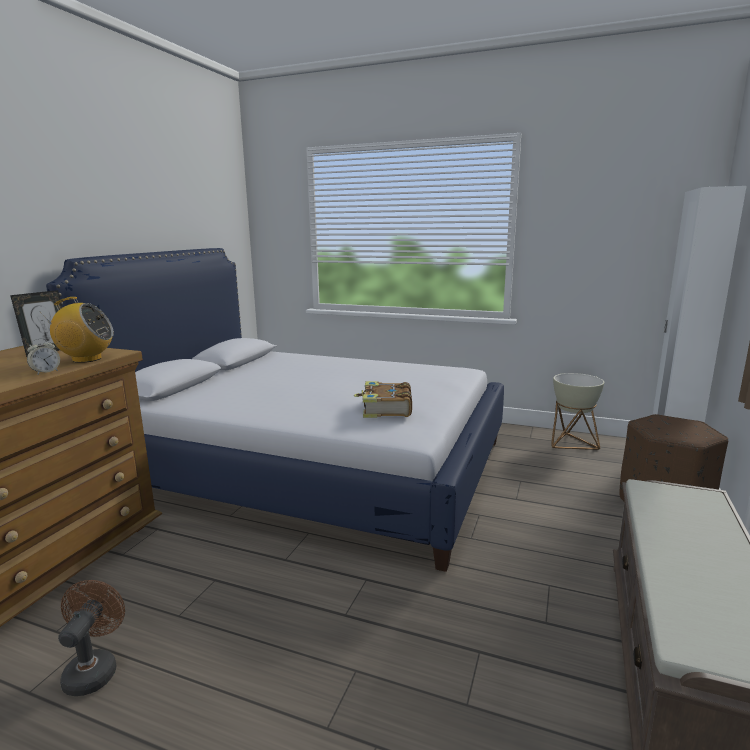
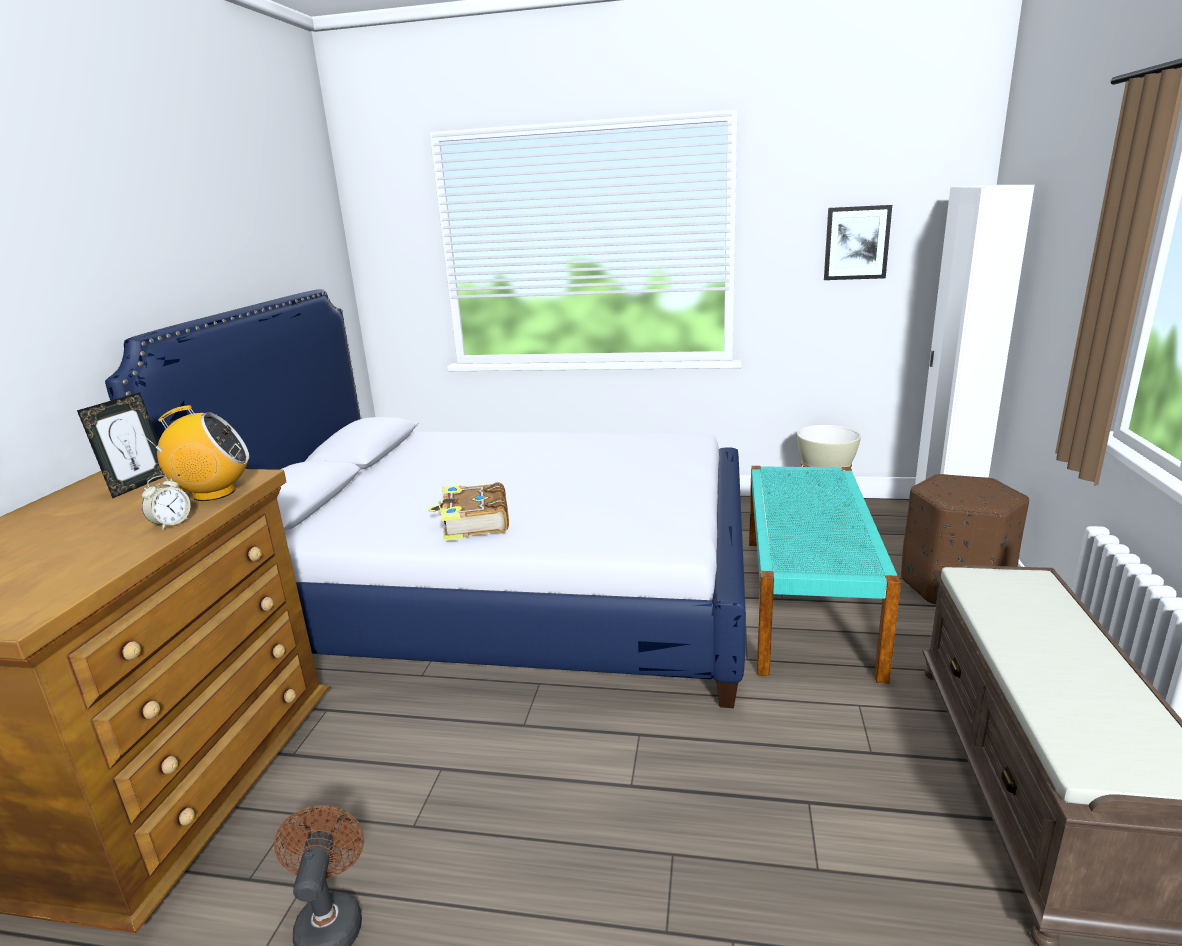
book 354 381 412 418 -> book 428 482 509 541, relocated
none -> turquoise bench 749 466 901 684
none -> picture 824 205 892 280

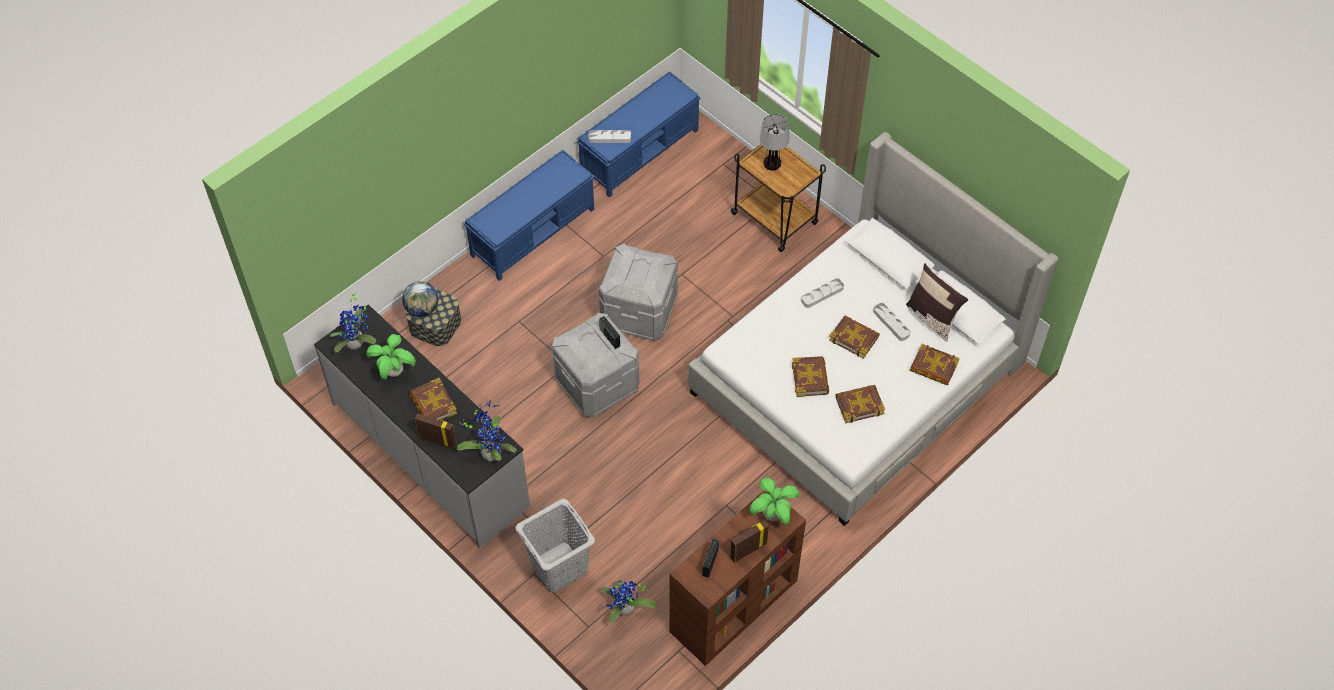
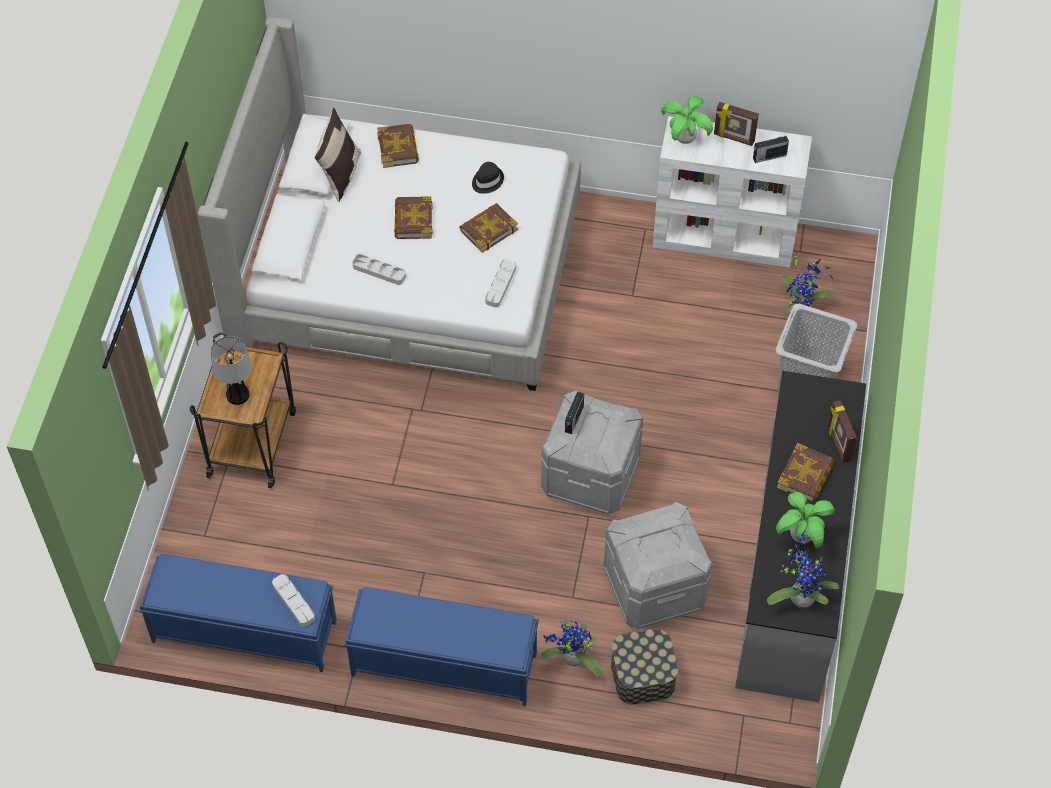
book 836 385 885 423 -> black hat 472 162 504 194
grey tray 873 303 910 341 -> grey tray 485 259 516 307, relocated
potted plant 457 400 517 462 -> potted plant 541 620 602 676, relocated
grey storage box 599 244 678 341 -> grey storage box 604 502 712 629, relocated
brown bookcase 669 490 806 666 -> white bookcase 653 116 812 268
globe 402 281 438 317 -> none

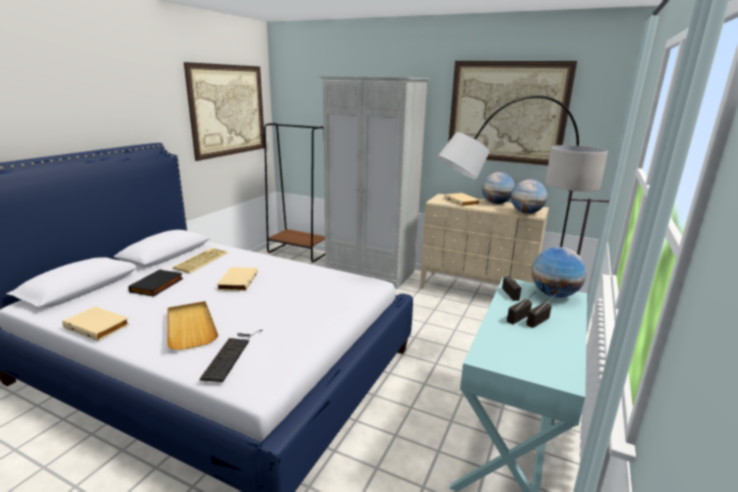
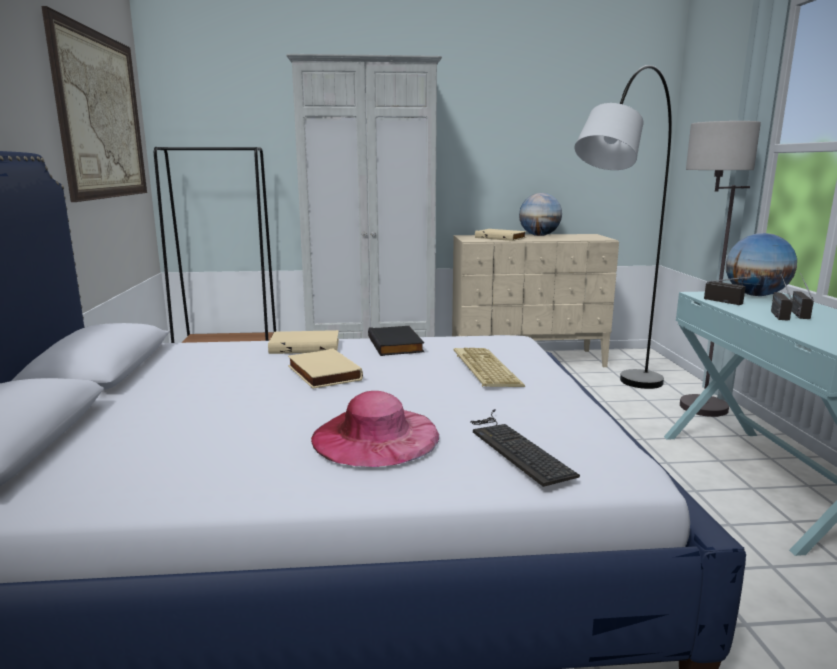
beige book 62 306 130 341 -> beige book 268 330 339 354, relocated
beige tray 167 301 218 350 -> pink hat 311 391 439 467
black book 128 269 183 297 -> black book 368 326 424 356, relocated
keyboard 172 248 228 274 -> keyboard 454 348 525 387, relocated
picture 448 61 577 166 -> none
globe 511 179 547 214 -> none

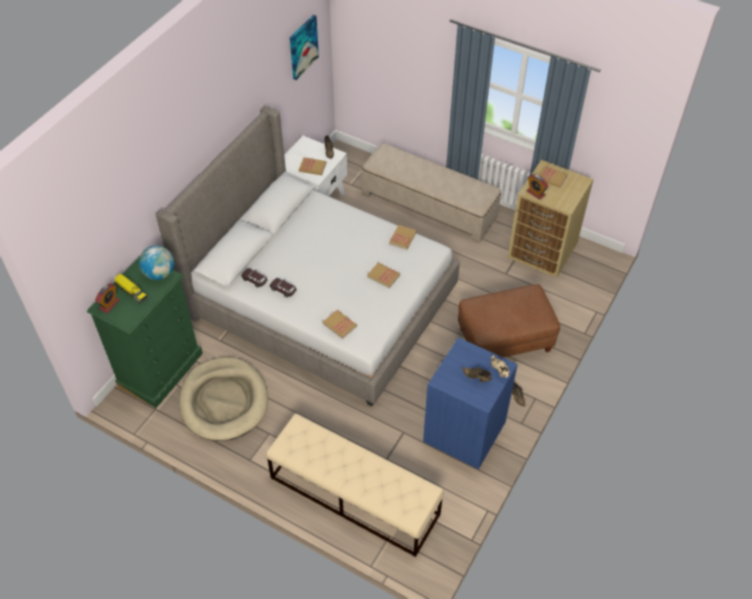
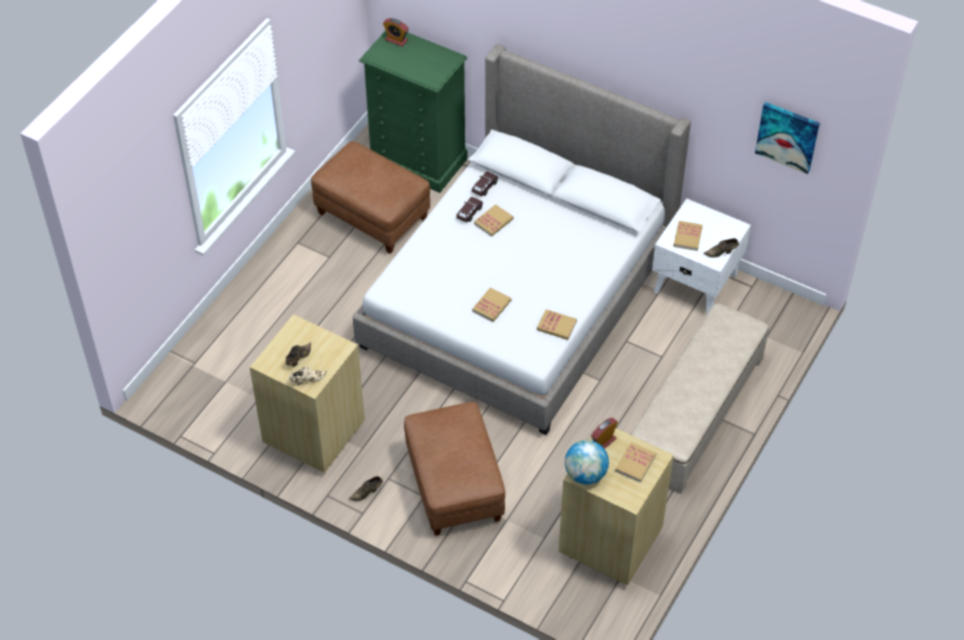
blue dresser 423 337 518 469 -> brown dresser 250 314 365 473
beige dog bed 179 357 268 441 -> brown ottoman 311 141 430 254
book 323 310 357 339 -> book 474 204 514 237, relocated
globe 139 245 174 280 -> globe 565 440 609 484, relocated
toy truck 115 274 148 304 -> none
beige bench 266 413 444 557 -> none

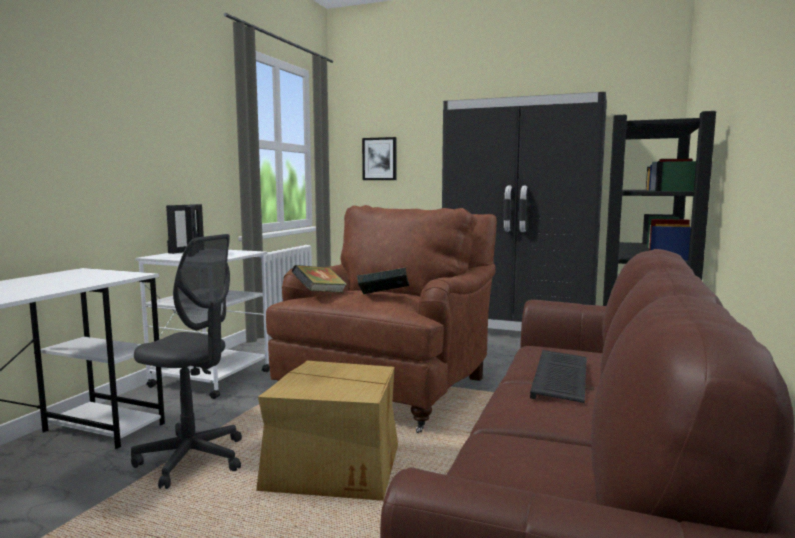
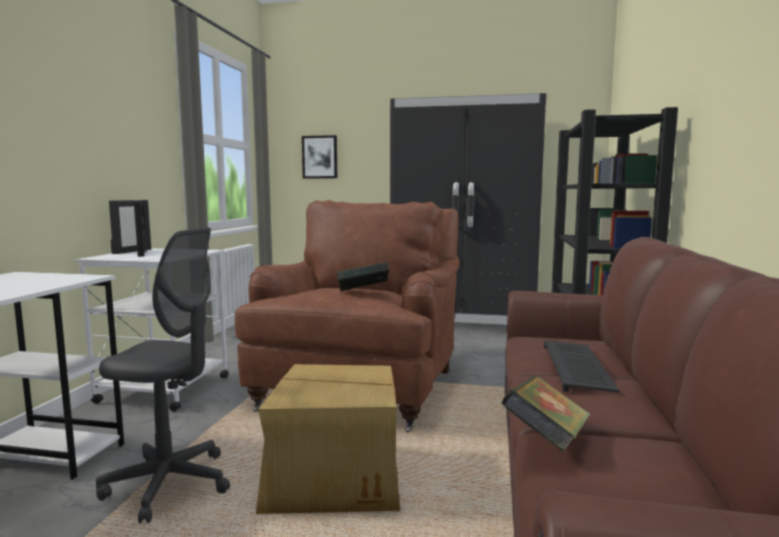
book 291 265 347 293 -> book 501 376 590 452, relocated

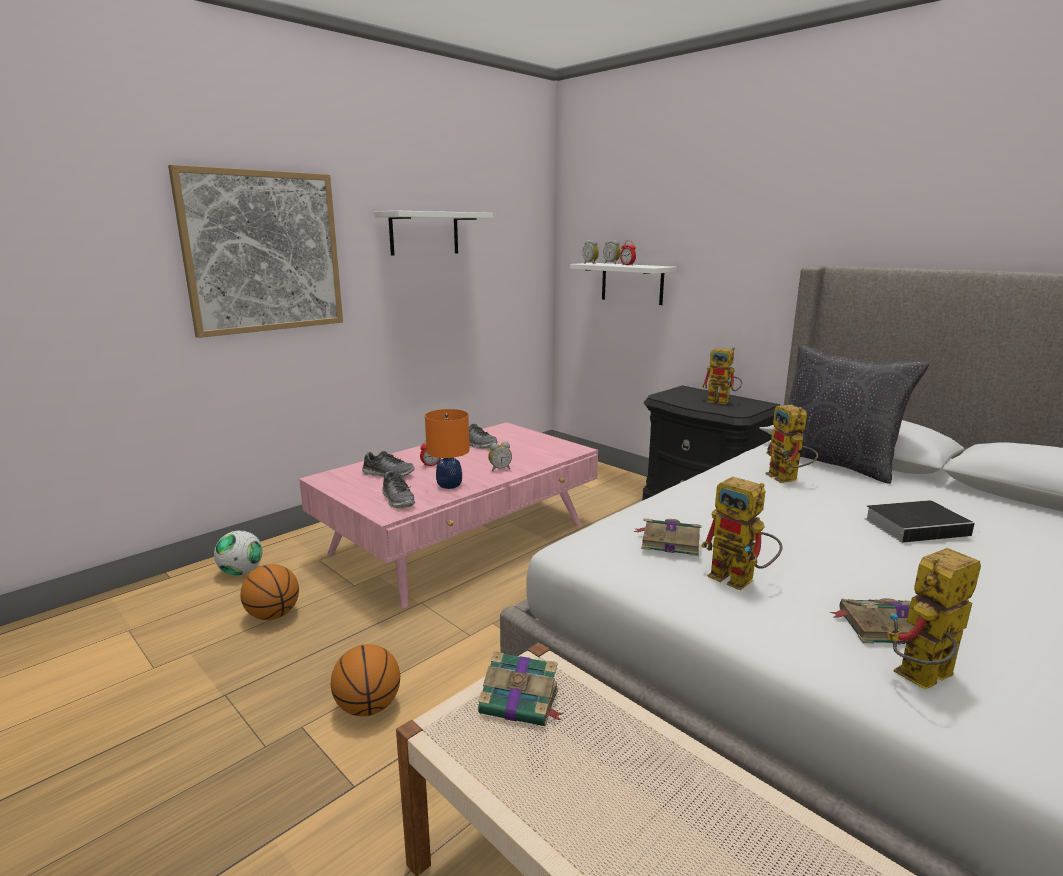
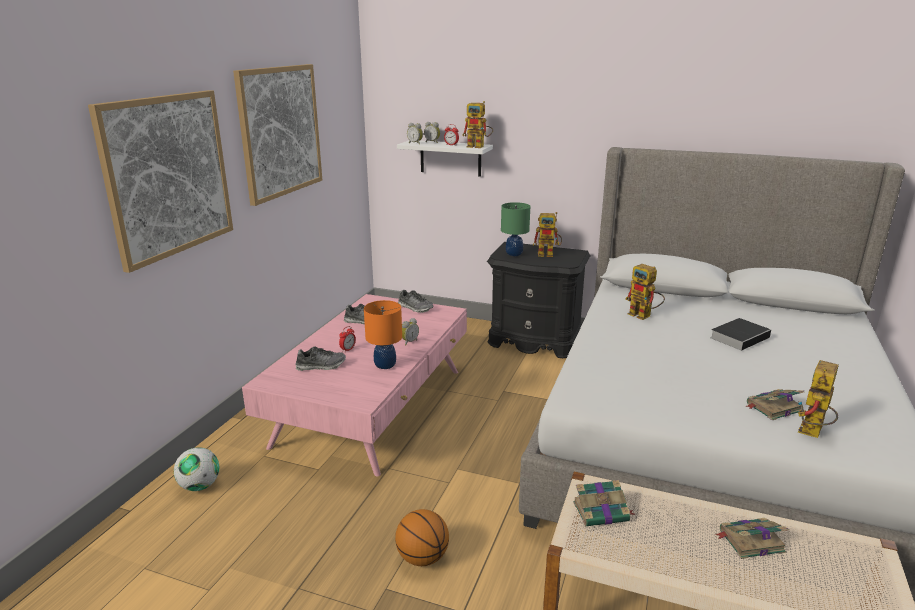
white shelf 374 211 493 256 -> picture 233 64 322 206
shoe 382 471 415 508 -> shoe 398 290 434 313, relocated
toy robot 701 476 782 590 -> toy robot 462 101 493 148, relocated
none -> green table lamp 501 202 530 256
book 634 518 702 556 -> book 715 518 789 559, relocated
basketball 240 564 299 620 -> none
black pillow 767 345 929 484 -> none

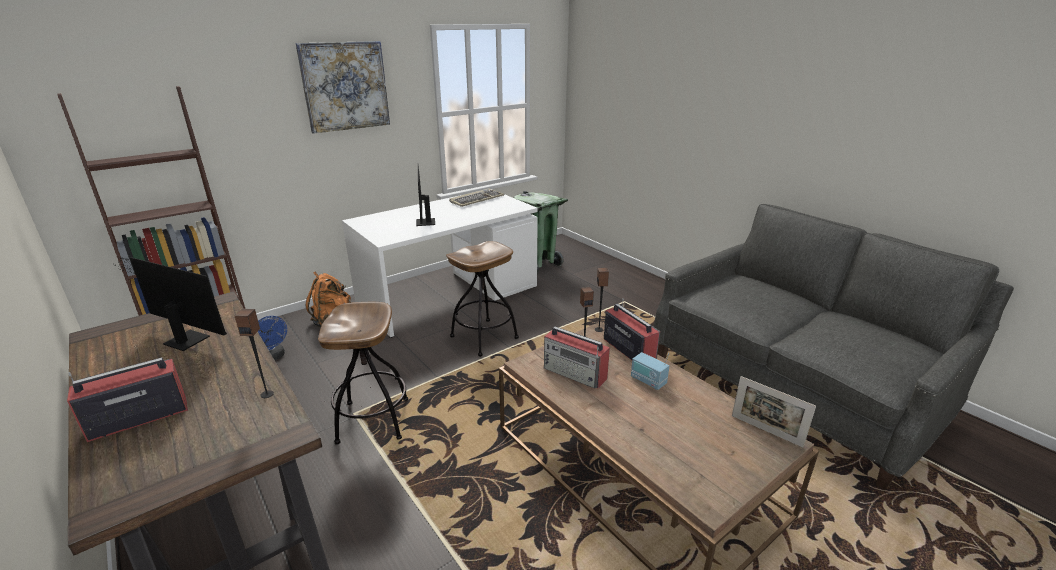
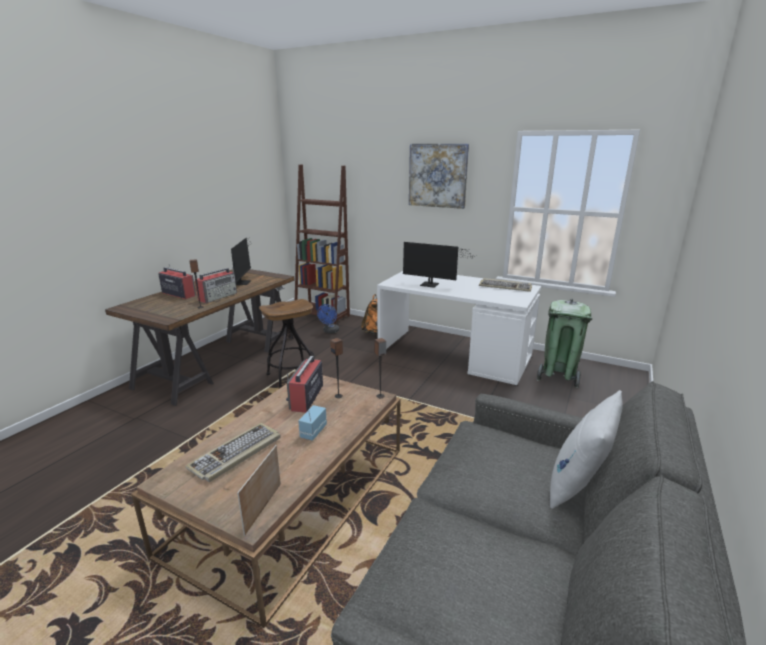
none -> keyboard 185 423 281 482
radio 604 298 660 360 -> radio 195 267 237 303, relocated
monitor 416 165 435 226 -> monitor 403 242 476 288, 120 degrees counterclockwise
none -> grey pillow 550 390 623 509
brown stool 446 241 519 357 -> none

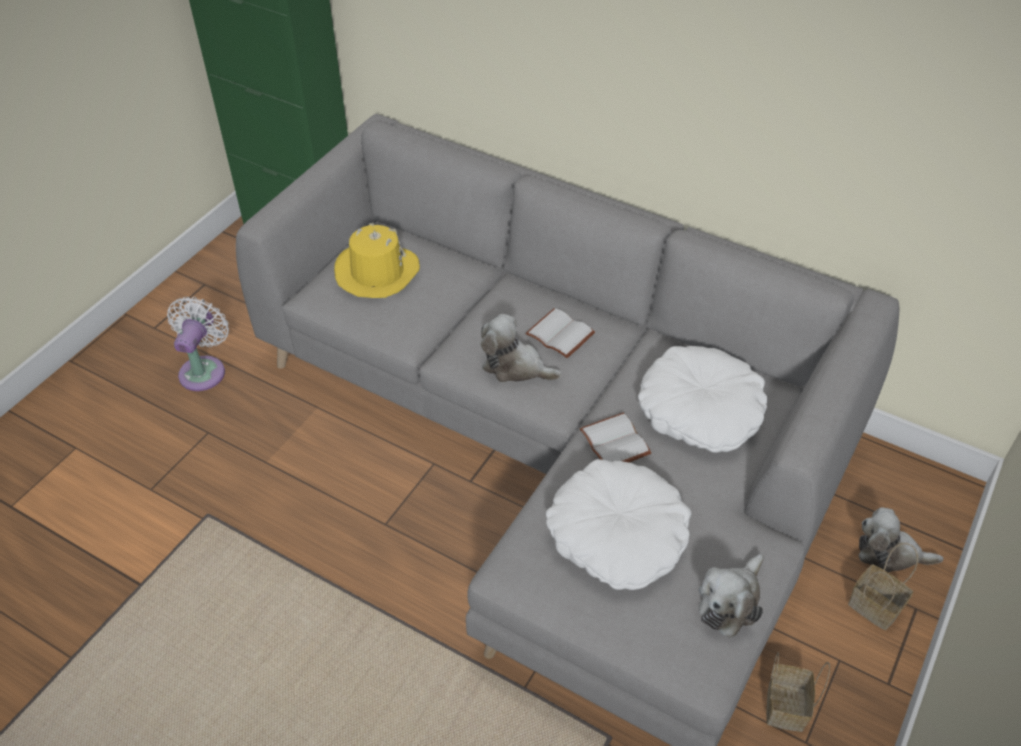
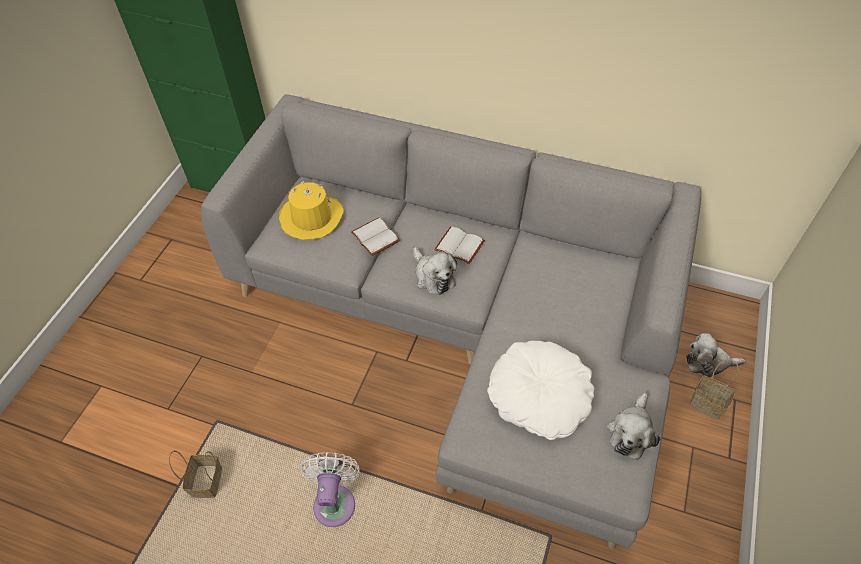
basket 766 652 830 732 -> basket 169 451 222 498, relocated
white fan 167 297 229 391 -> white fan 300 452 360 527, relocated
white book 580 412 651 462 -> white book 351 217 400 256, relocated
plush toy 481 314 562 382 -> plush toy 413 247 457 295, 135 degrees counterclockwise
white pillow 638 346 768 453 -> none

